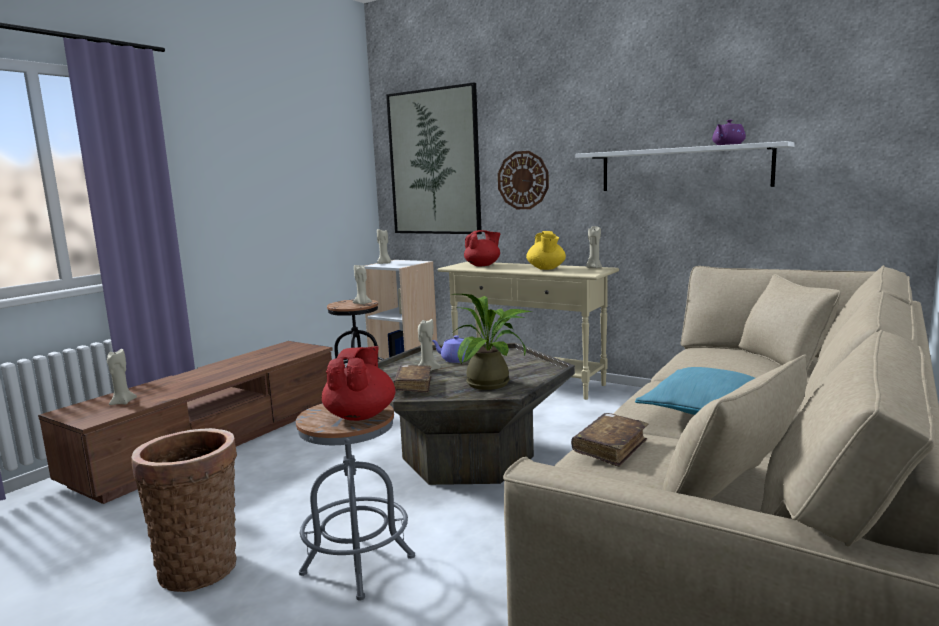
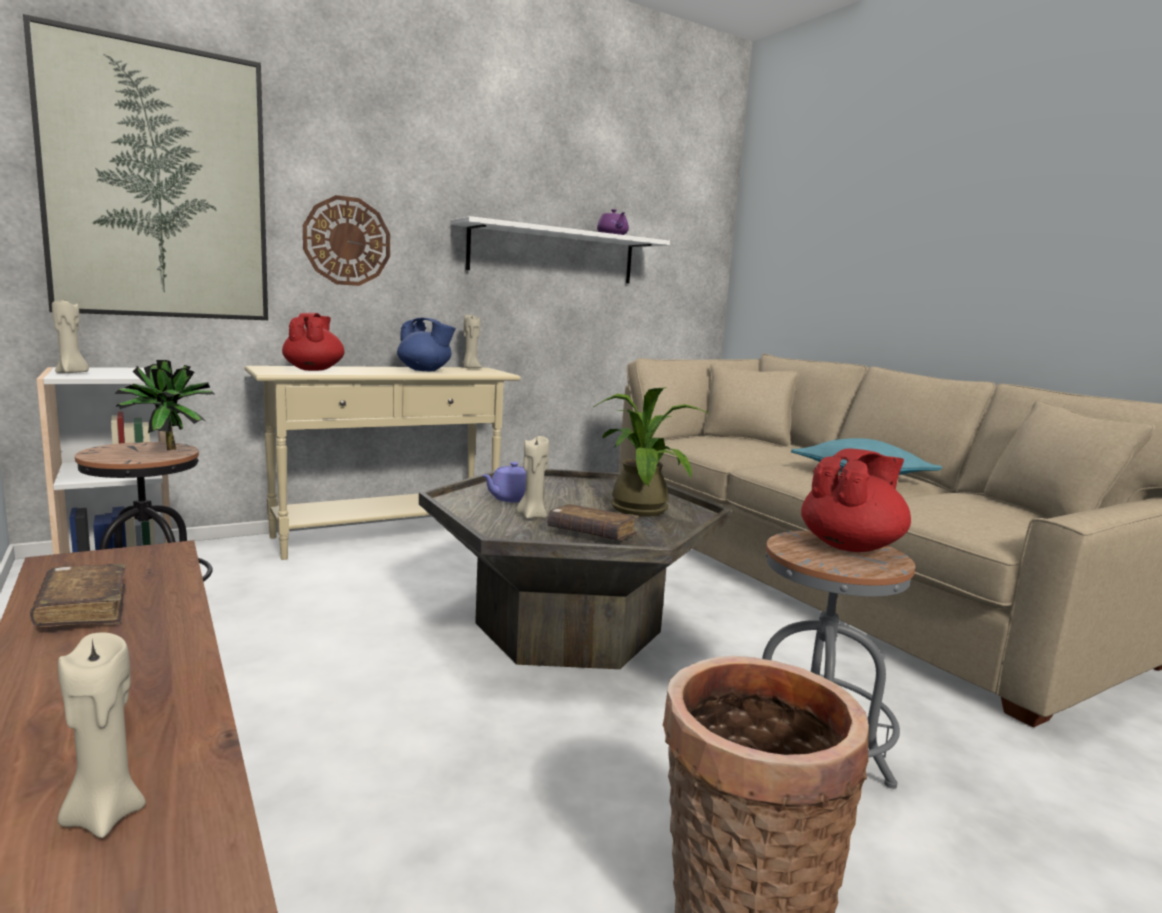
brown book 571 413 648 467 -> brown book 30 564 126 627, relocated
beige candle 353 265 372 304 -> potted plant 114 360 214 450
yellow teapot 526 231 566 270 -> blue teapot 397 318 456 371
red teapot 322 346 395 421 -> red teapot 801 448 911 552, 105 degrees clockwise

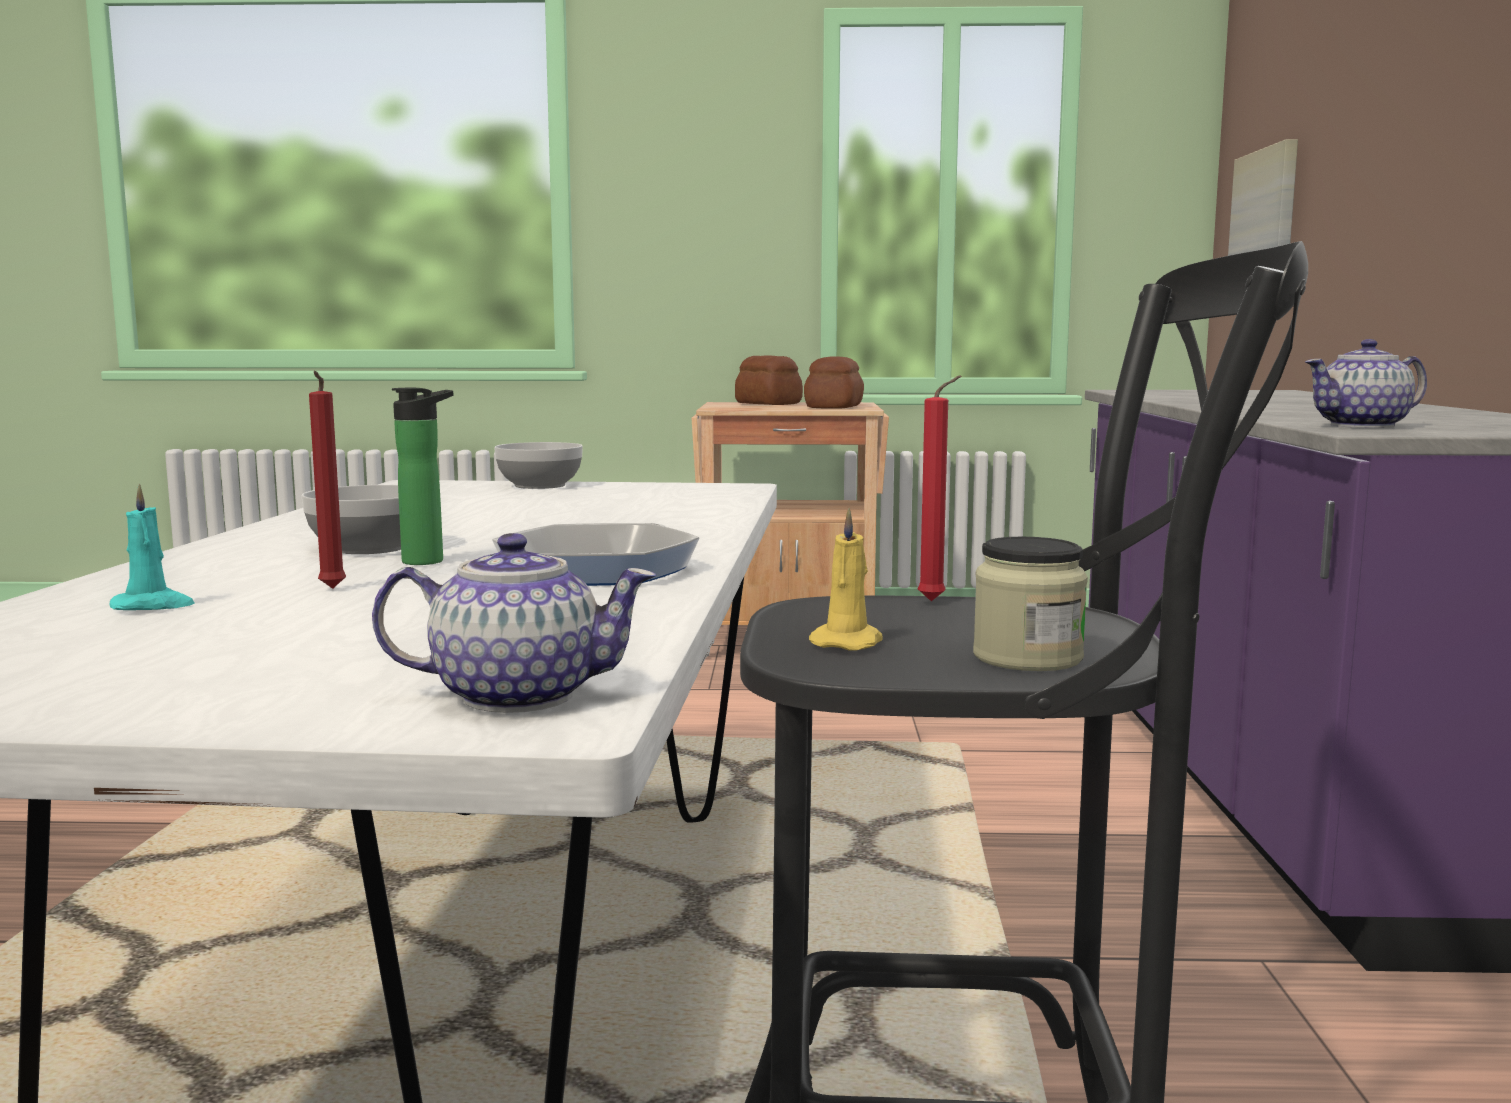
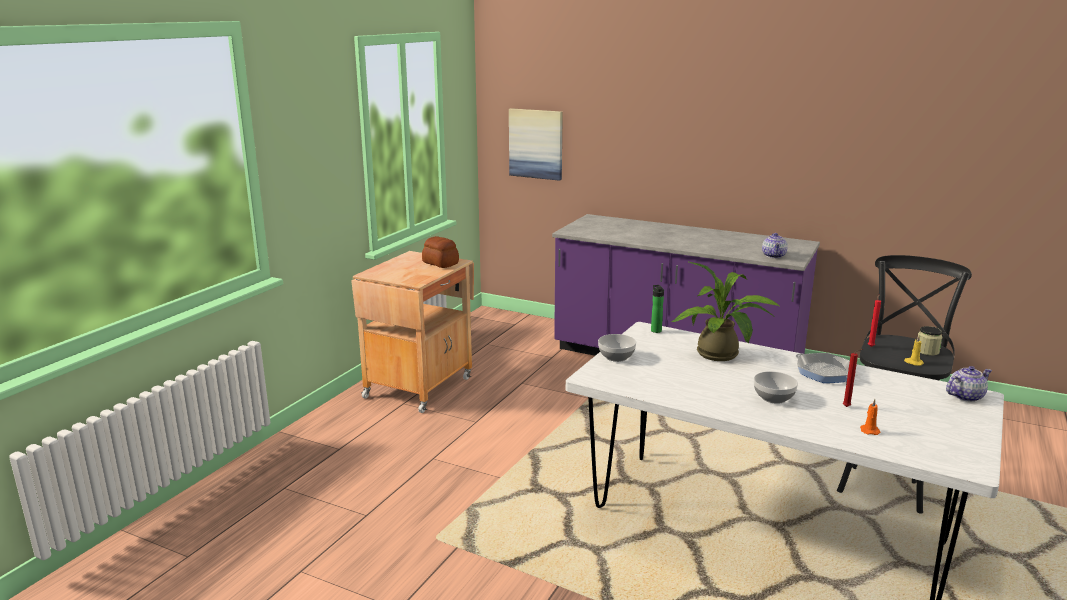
bottle 392 388 453 565 -> bottle 651 285 664 333, relocated
none -> potted plant 671 262 779 361
turquoise candle 110 484 195 610 -> orange candle 860 399 880 435
teapot 372 533 657 713 -> teapot 946 366 992 402, 45 degrees clockwise
bread 735 355 803 405 -> none

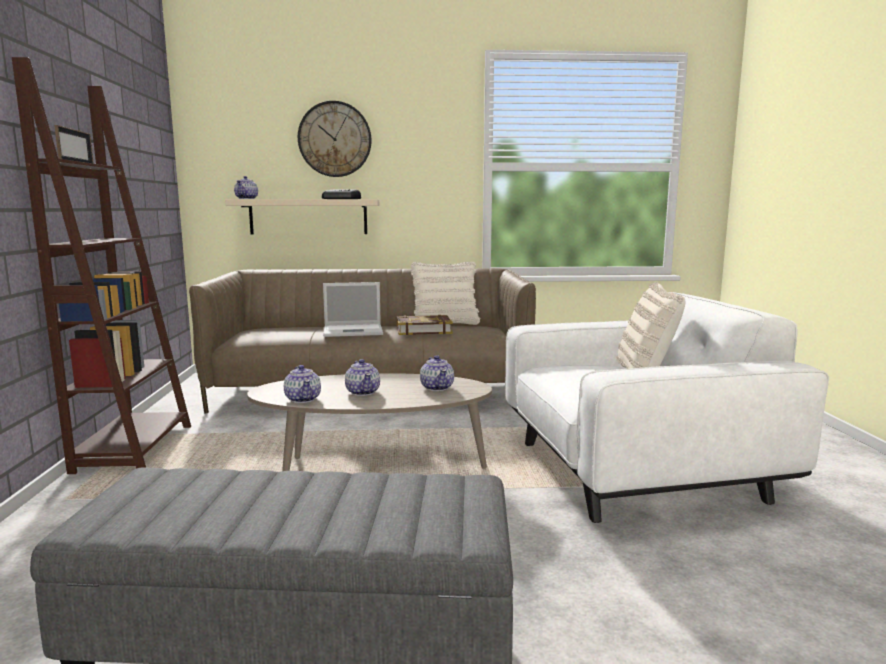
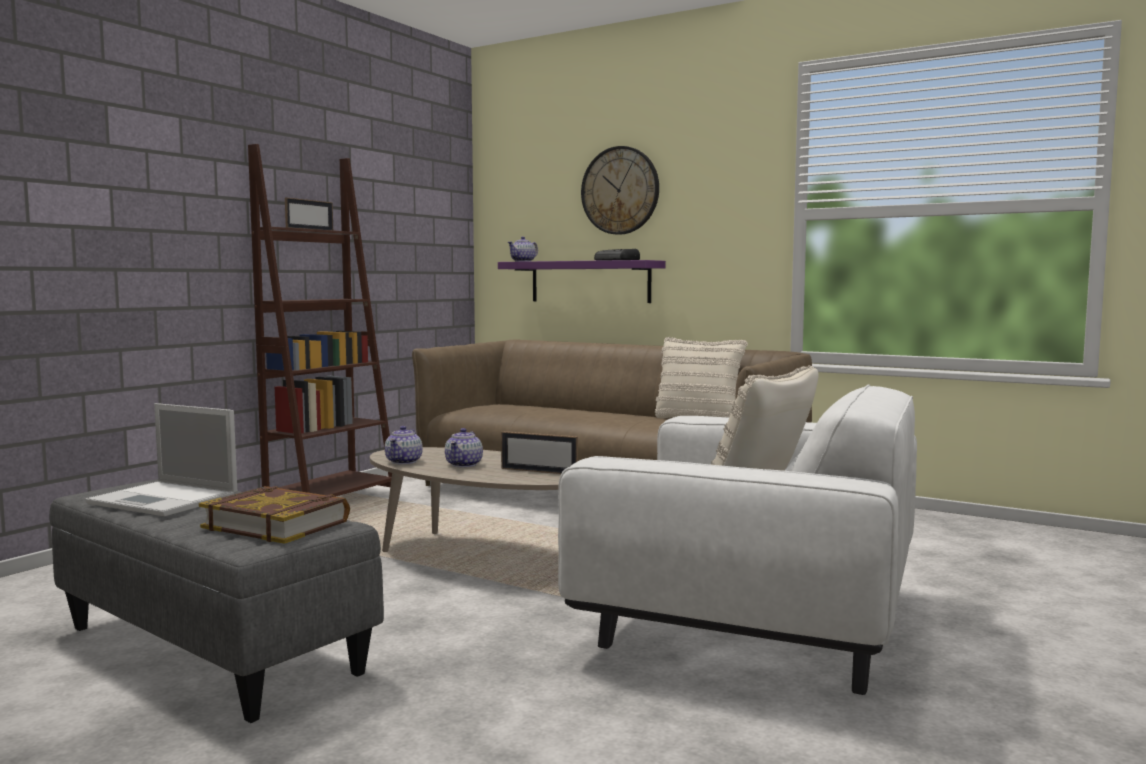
laptop 323 282 383 337 -> laptop 85 403 237 516, relocated
book 397 315 453 335 -> book 199 486 350 544, relocated
beige shelf 225 199 379 235 -> purple shelf 498 260 666 303
teapot 420 355 454 391 -> picture frame 501 431 578 474

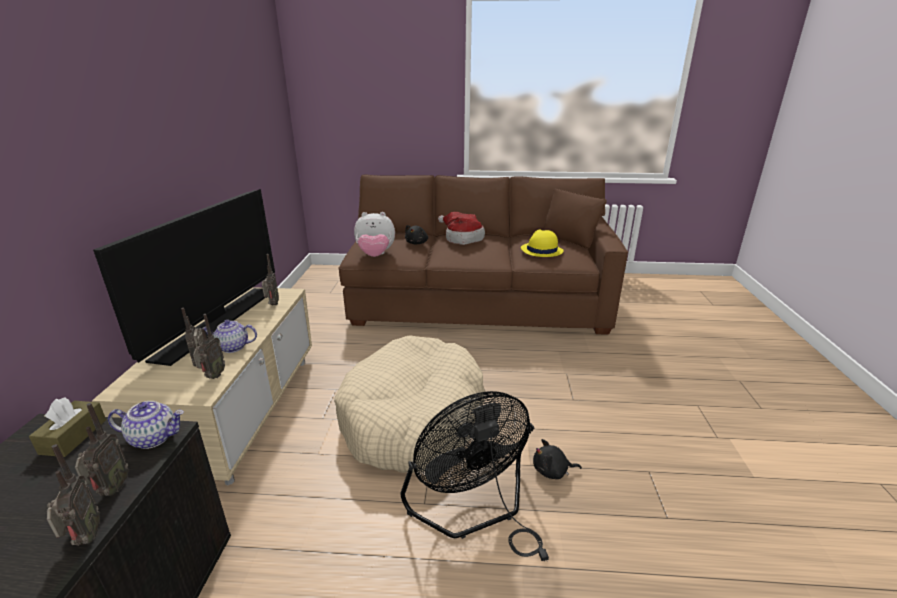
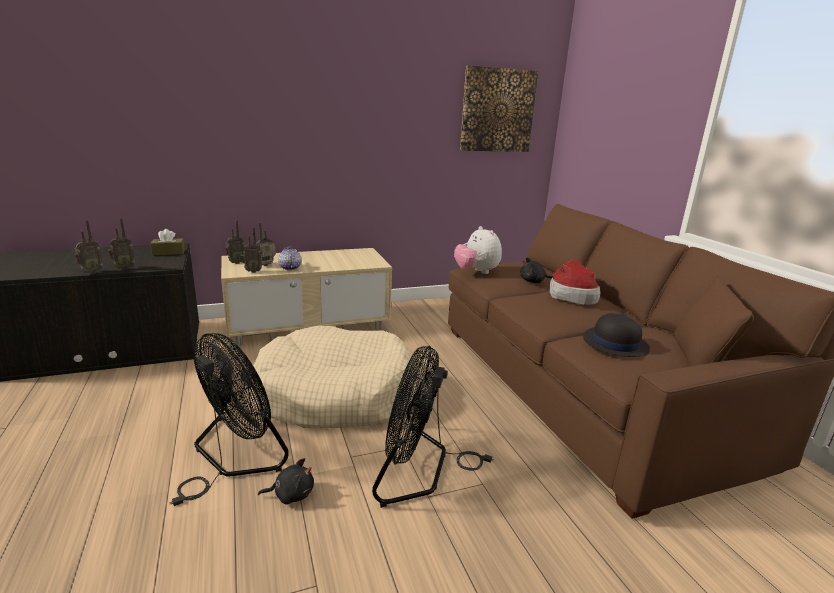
radio 262 254 279 305 -> radio 225 220 244 264, relocated
black plush toy 533 439 582 479 -> black plush toy 258 458 314 504, 105 degrees clockwise
none -> black fan 372 346 493 508
none -> picture 460 65 538 152
yellow hat 521 230 564 257 -> black hat 583 313 650 357
television 93 189 275 366 -> none
teapot 108 401 184 449 -> none

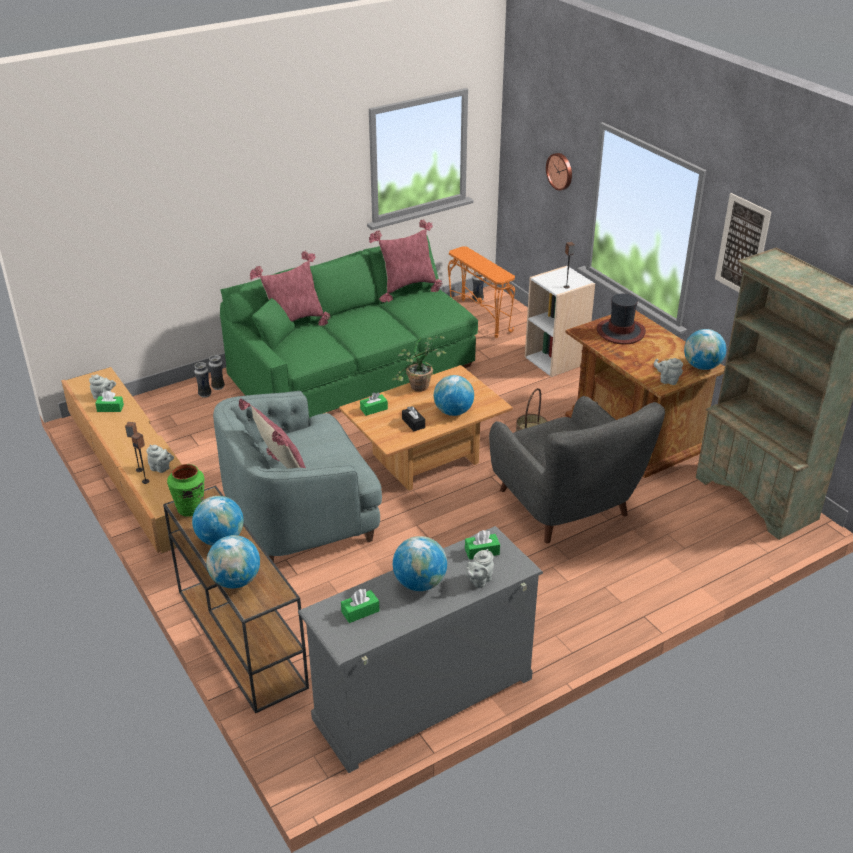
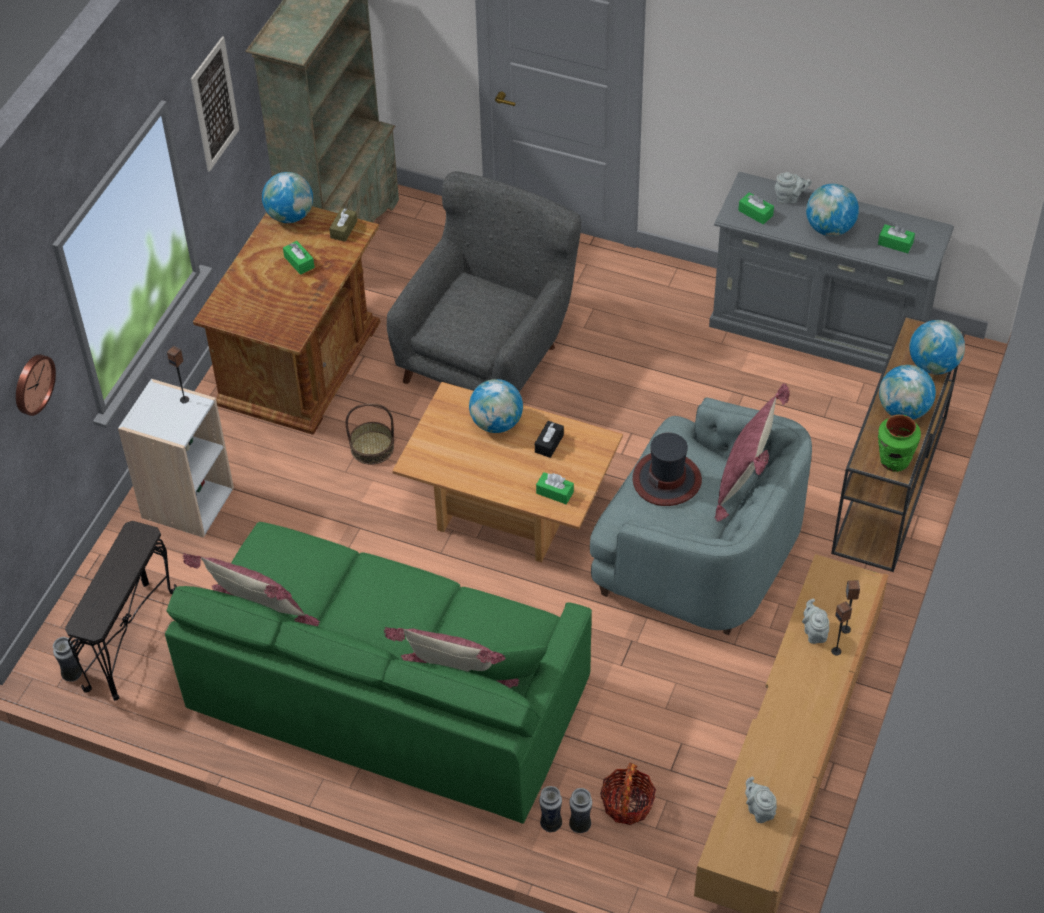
orange side table 448 246 515 338 -> black side table 65 521 177 701
green tissue box 95 391 124 412 -> green tissue box 283 241 315 275, relocated
grey teapot 654 358 683 385 -> brown tissue box 329 208 357 242
none -> basket 600 763 656 825
hat 597 293 646 344 -> hat 633 433 702 506, relocated
potted plant 392 336 447 392 -> none

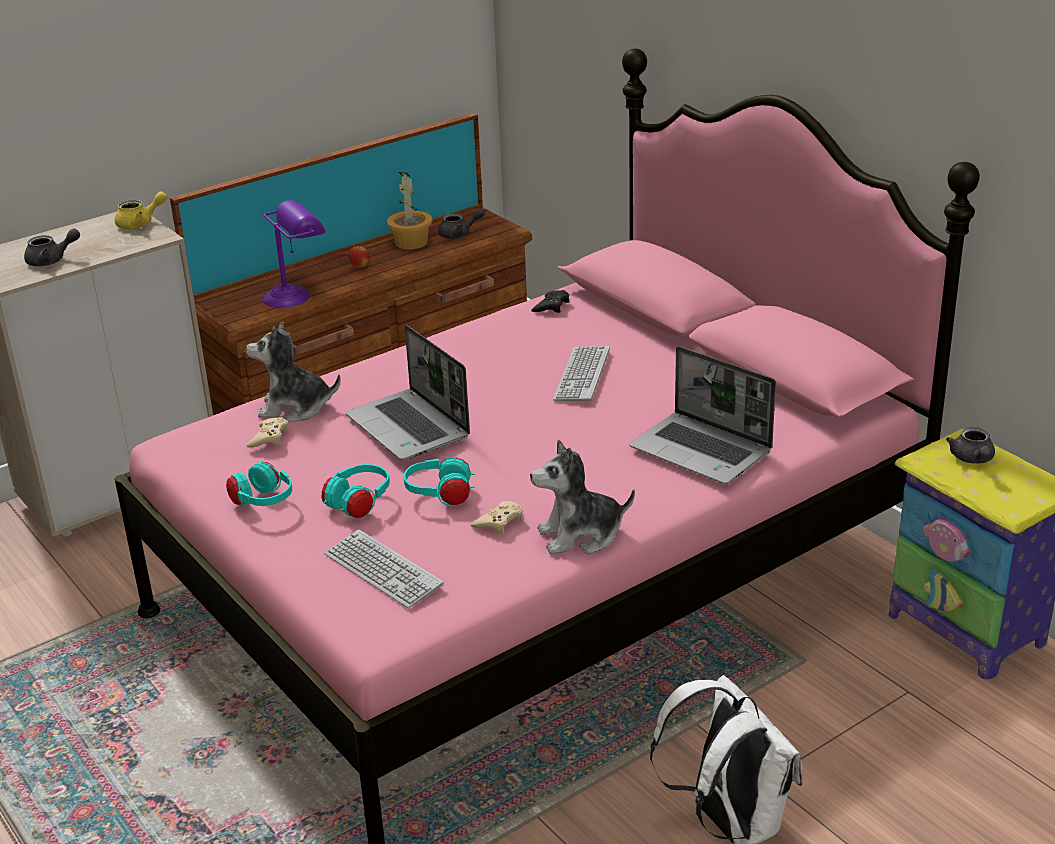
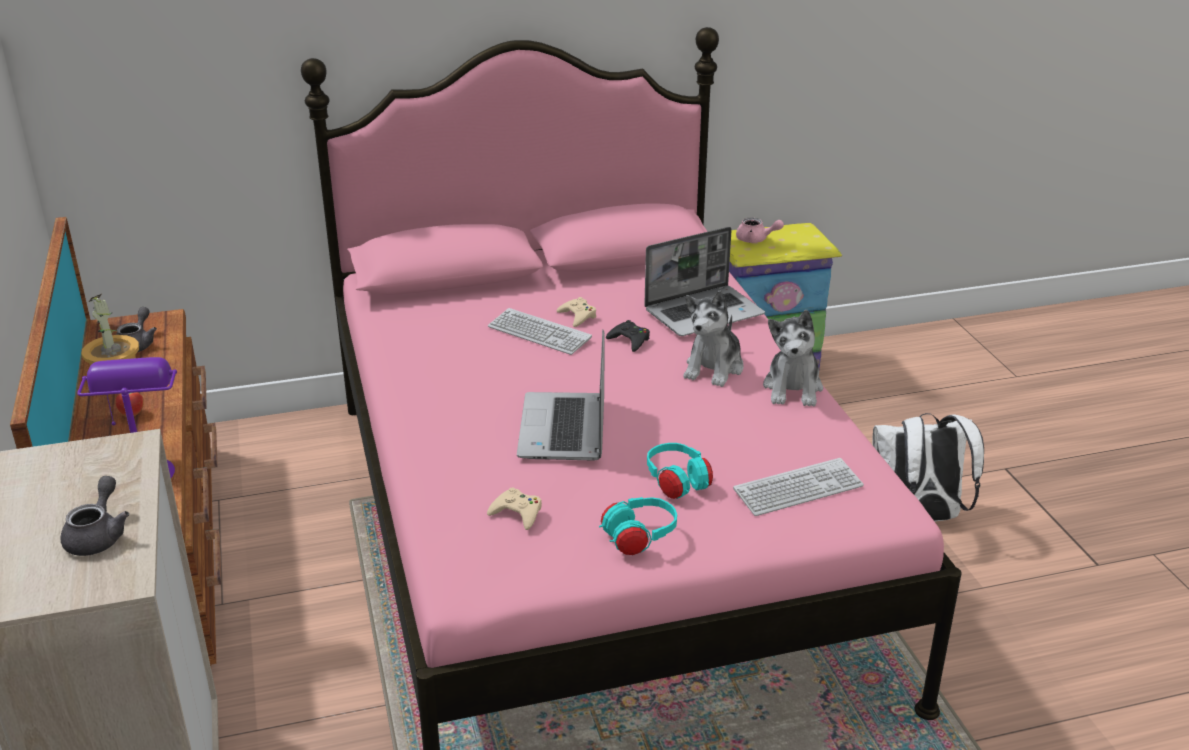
laptop 345 325 470 460 -> laptop 517 329 604 461, 105 degrees clockwise
beige game controller 471 501 523 534 -> beige game controller 556 297 596 327, relocated
black game controller 531 290 569 313 -> black game controller 606 320 650 352, relocated
plush toy 246 322 341 422 -> plush toy 683 291 744 387, relocated
grey teapot 946 427 995 464 -> pink teapot 736 218 784 243
yellow teapot 115 191 167 229 -> none
turquoise headphones 404 458 475 506 -> none

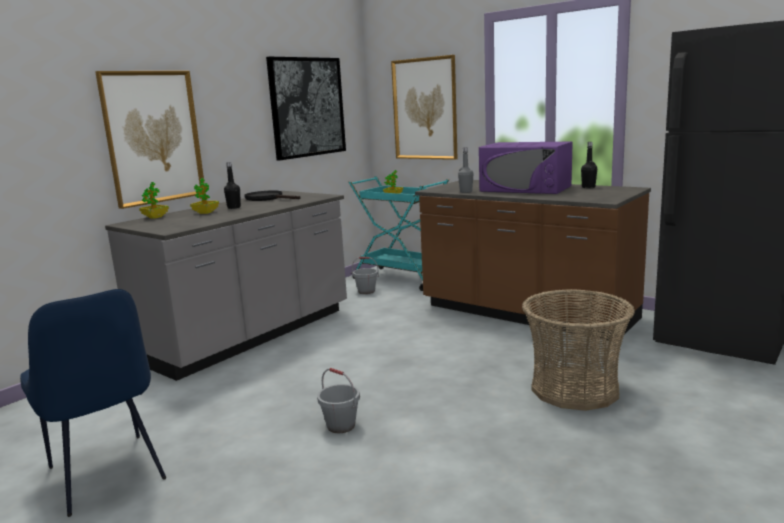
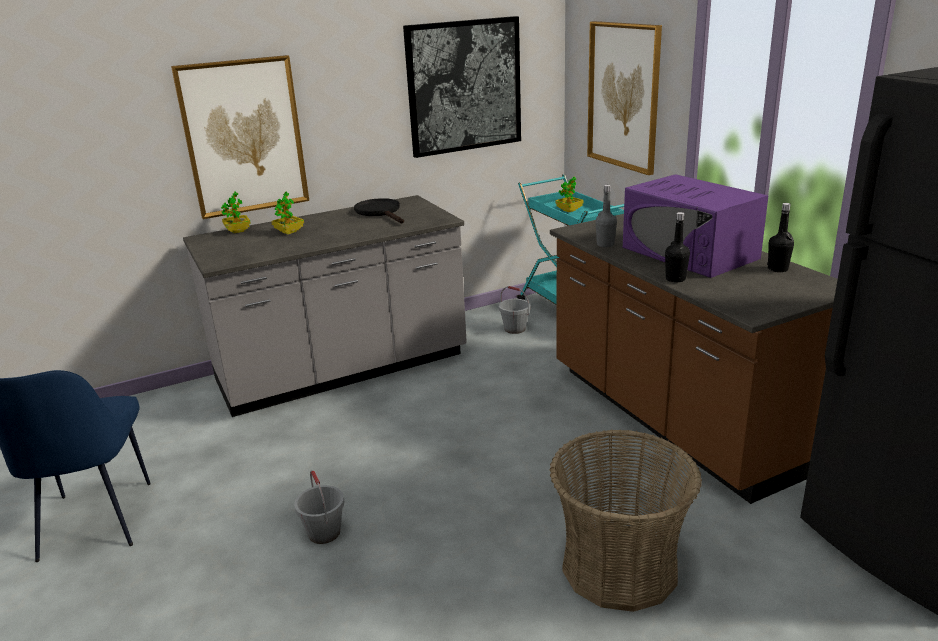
black bottle 224 162 241 209 -> black bottle 665 212 690 282, relocated

